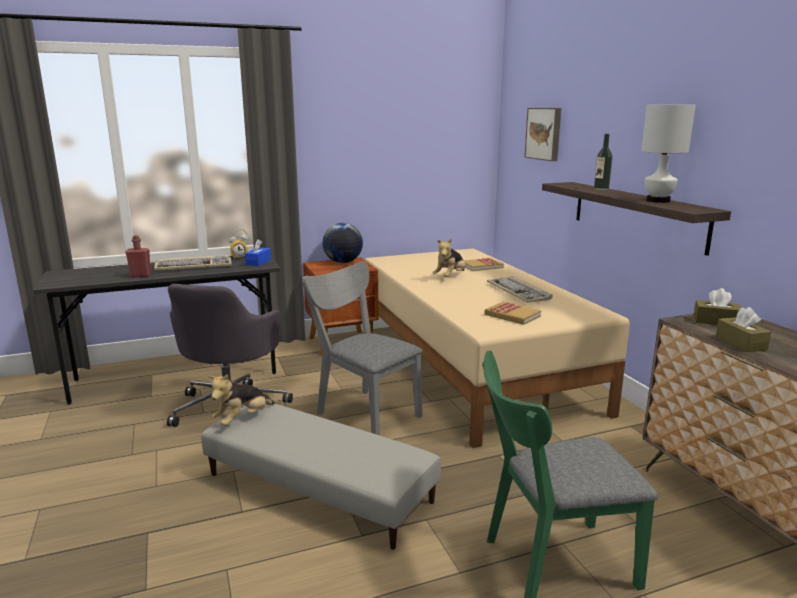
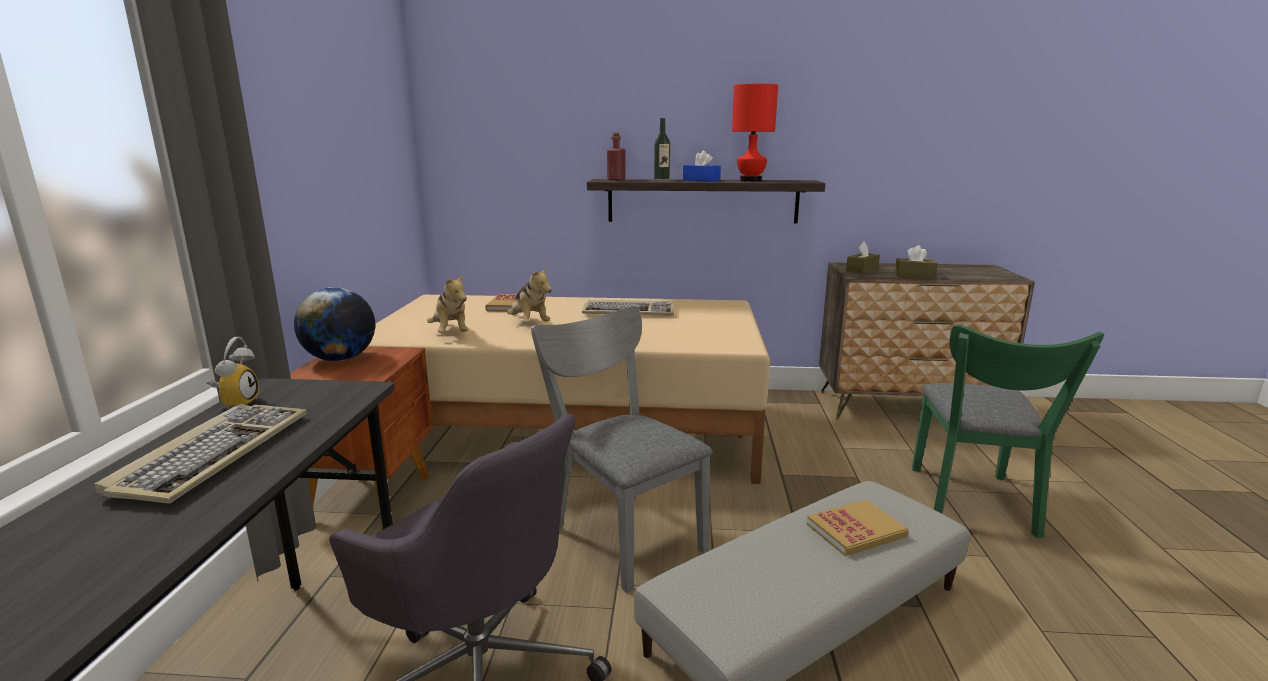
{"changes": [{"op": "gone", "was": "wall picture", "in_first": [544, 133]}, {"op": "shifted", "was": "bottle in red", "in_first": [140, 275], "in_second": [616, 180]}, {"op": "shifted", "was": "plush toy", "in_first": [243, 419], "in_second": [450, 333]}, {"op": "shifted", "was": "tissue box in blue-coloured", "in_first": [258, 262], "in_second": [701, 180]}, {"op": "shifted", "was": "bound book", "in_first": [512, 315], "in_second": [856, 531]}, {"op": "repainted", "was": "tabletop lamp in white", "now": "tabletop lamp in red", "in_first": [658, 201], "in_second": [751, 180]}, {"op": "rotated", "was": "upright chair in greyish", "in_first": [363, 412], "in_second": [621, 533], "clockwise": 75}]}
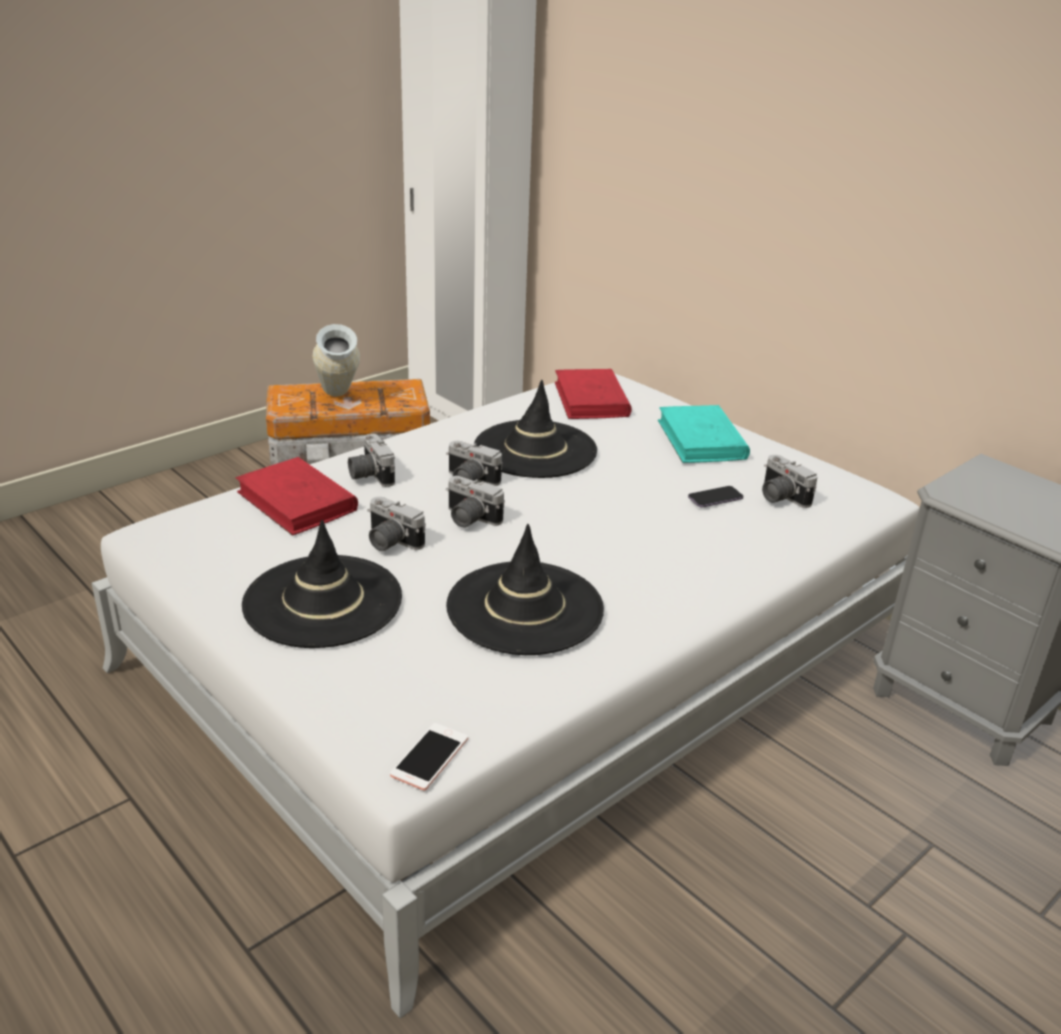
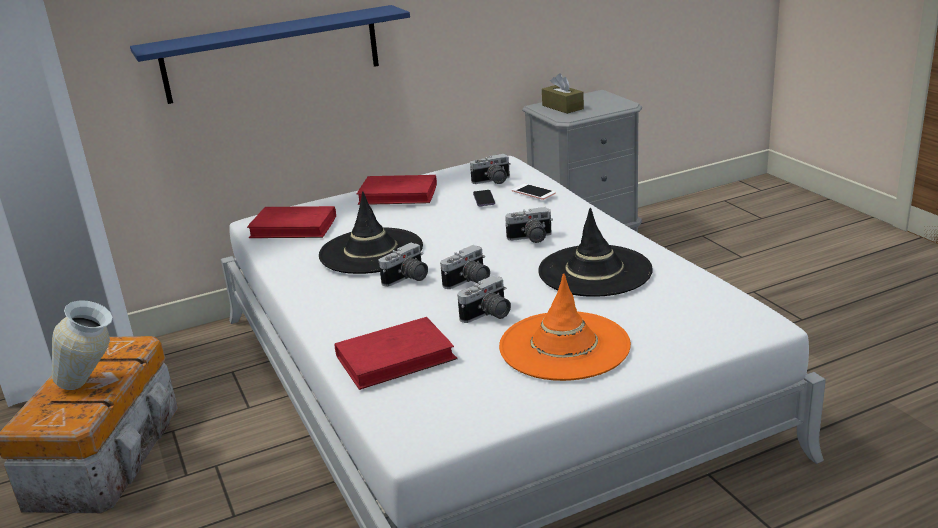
{"changes": [{"op": "new", "now": "bracket shelf in blue-coloured", "in_second": [272, 54]}, {"op": "new", "now": "tissue box in brownish", "in_second": [562, 107]}, {"op": "shifted", "was": "still camera", "in_first": [369, 475], "in_second": [530, 239]}, {"op": "shifted", "was": "telephone", "in_first": [430, 757], "in_second": [533, 192]}, {"op": "repainted", "was": "wearable hat in black", "now": "wearable hat in orangey", "in_first": [323, 601], "in_second": [564, 346]}, {"op": "repainted", "was": "bound book in blue-green", "now": "bound book in red", "in_first": [701, 440], "in_second": [398, 194]}]}
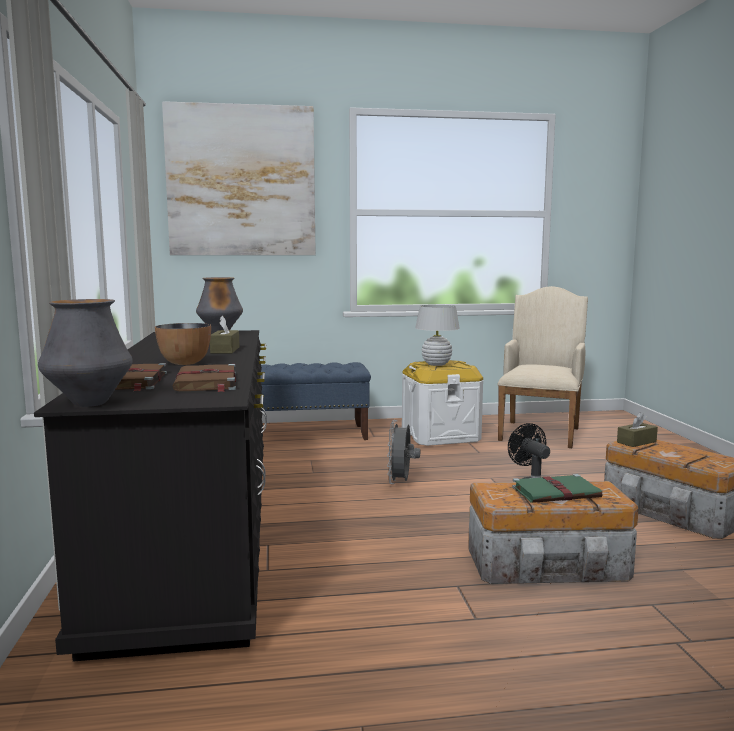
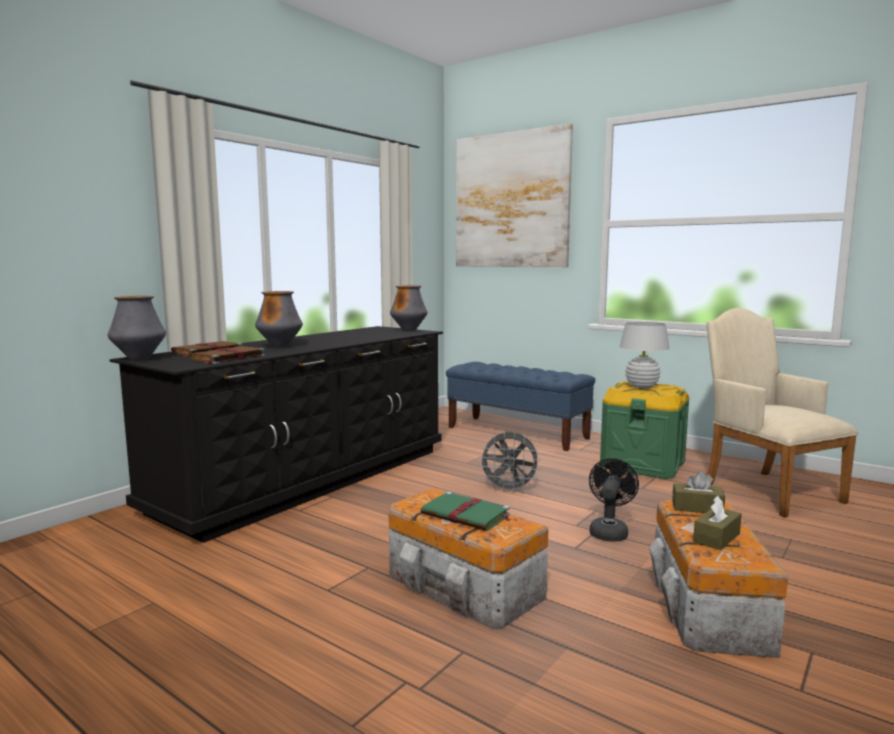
{"changes": [{"op": "shifted", "was": "tissue box in brownish", "in_first": [225, 350], "in_second": [716, 538]}, {"op": "swapped", "was": "bowl", "now": "vase", "in_first": [185, 363], "in_second": [280, 346]}, {"op": "repainted", "was": "storage bin in white", "now": "storage bin in green-coloured", "in_first": [440, 435], "in_second": [642, 464]}, {"op": "rotated", "was": "cooling fan in greyish", "in_first": [401, 482], "in_second": [509, 489], "clockwise": -135}, {"op": "rotated", "was": "easy chair in beige-coloured", "in_first": [540, 432], "in_second": [766, 490], "clockwise": -90}]}
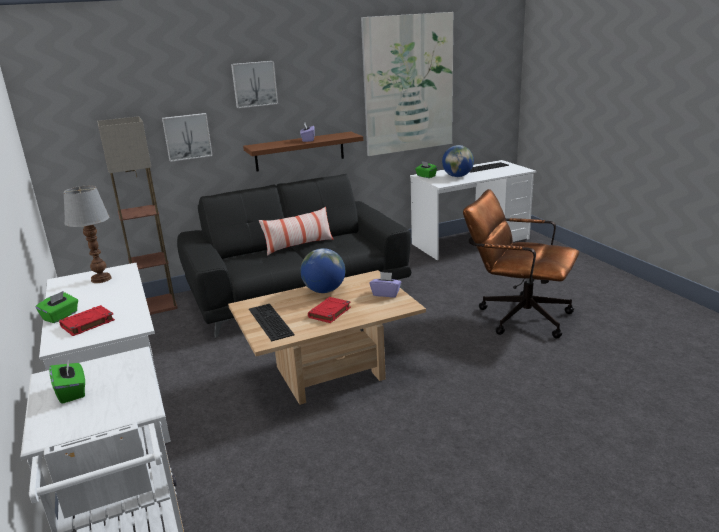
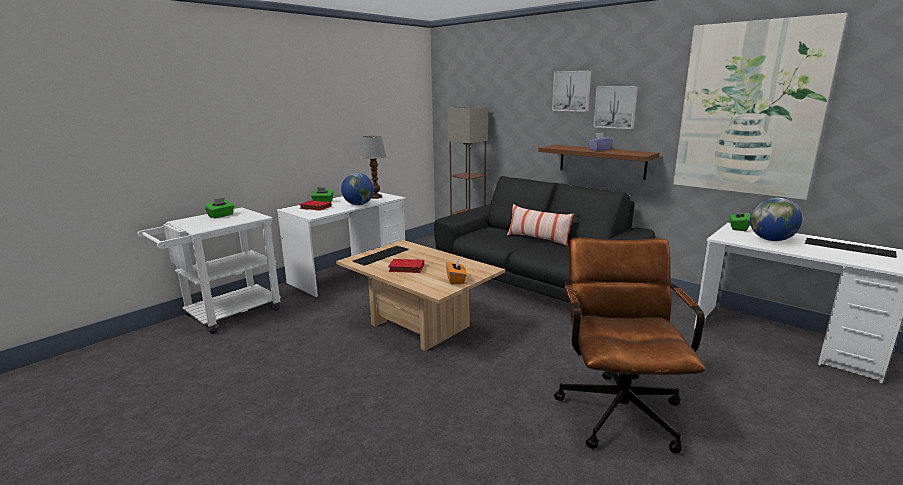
{"changes": [{"op": "shifted", "was": "wall picture", "in_first": [187, 136], "in_second": [615, 107]}, {"op": "shifted", "was": "world globe", "in_first": [324, 291], "in_second": [358, 204]}, {"op": "repainted", "was": "tissue box in purplish", "now": "tissue box in orangey", "in_first": [386, 294], "in_second": [456, 280]}]}
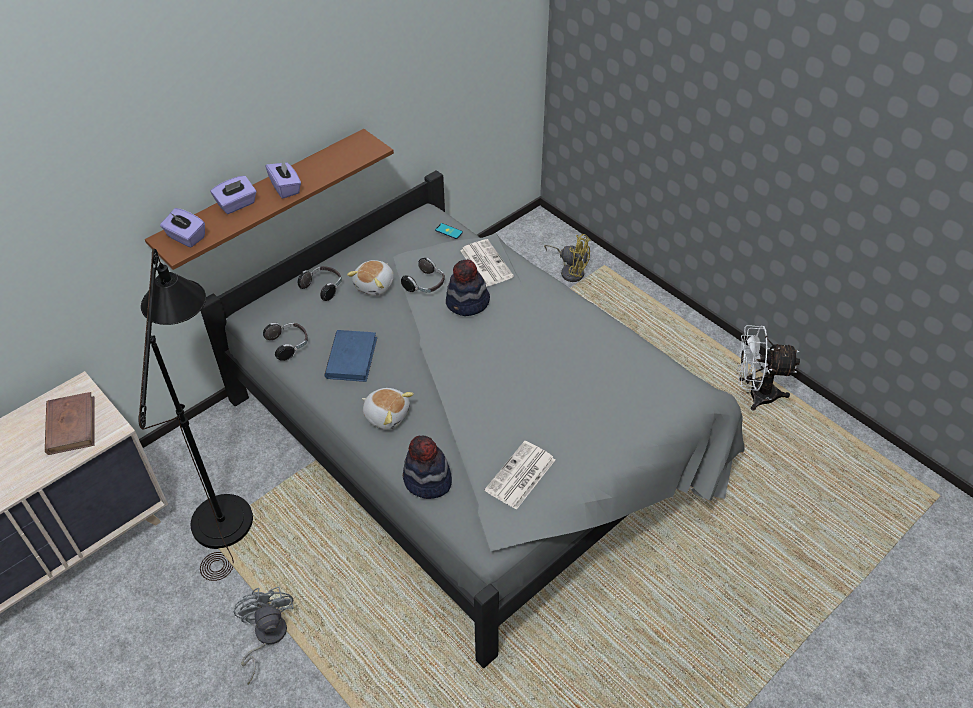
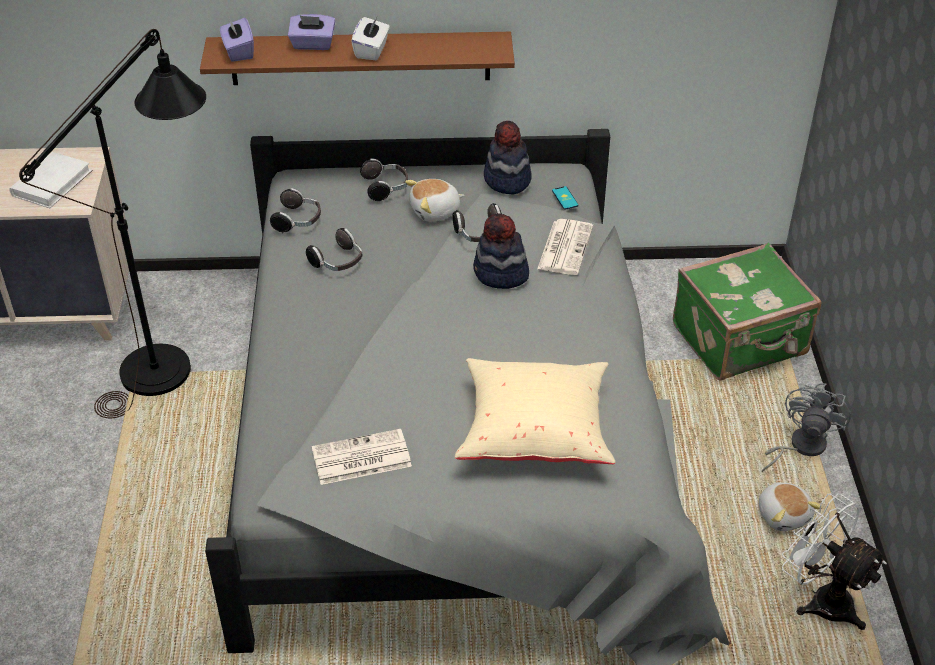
{"changes": [{"op": "new", "now": "cushion in beige-coloured", "in_second": [534, 430]}, {"op": "shifted", "was": "cooling fan in greyish", "in_first": [266, 637], "in_second": [800, 446]}, {"op": "shifted", "was": "plush toy", "in_first": [387, 415], "in_second": [783, 514]}, {"op": "shifted", "was": "wearable hat", "in_first": [427, 480], "in_second": [507, 180]}, {"op": "swapped", "was": "bound book in blue-coloured", "now": "pair of headphones", "in_first": [351, 358], "in_second": [338, 263]}, {"op": "swapped", "was": "cooling fan in yellow-coloured", "now": "suitcase in green-coloured", "in_first": [570, 271], "in_second": [740, 341]}, {"op": "repainted", "was": "bound book in brownish", "now": "bound book in white", "in_first": [71, 425], "in_second": [52, 183]}, {"op": "repainted", "was": "tissue box in purplish", "now": "tissue box in white", "in_first": [286, 188], "in_second": [371, 50]}]}
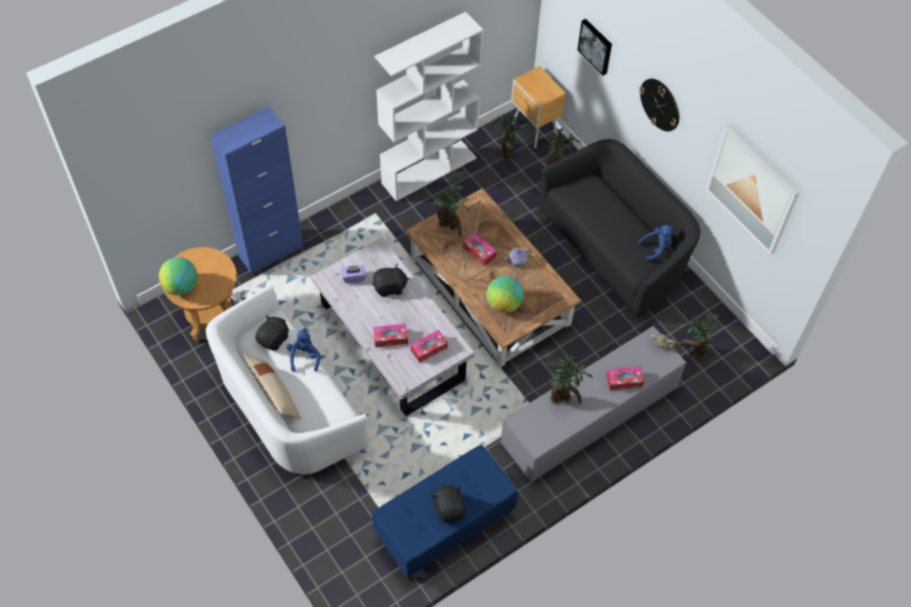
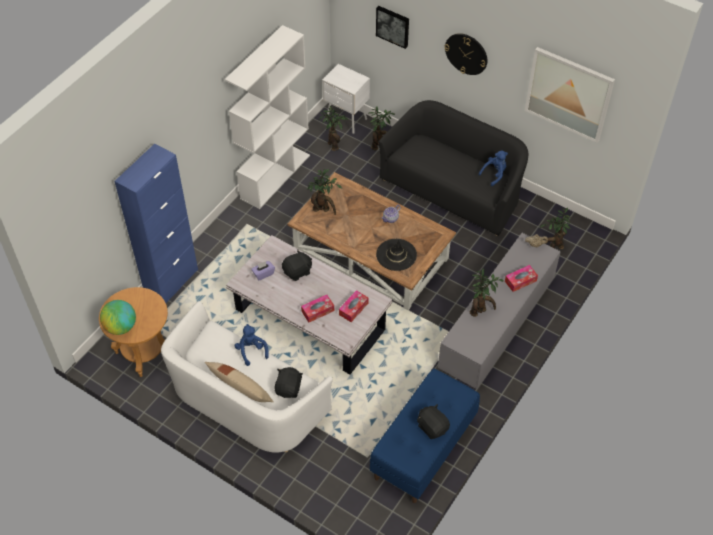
{"changes": [{"op": "gone", "was": "tissue box", "in_first": [479, 252]}, {"op": "shifted", "was": "plush toy in black", "in_first": [274, 339], "in_second": [289, 388]}, {"op": "swapped", "was": "world globe", "now": "wearable hat in black", "in_first": [504, 304], "in_second": [396, 255]}, {"op": "repainted", "was": "nightstand in brownish", "now": "nightstand in white", "in_first": [534, 130], "in_second": [346, 120]}]}
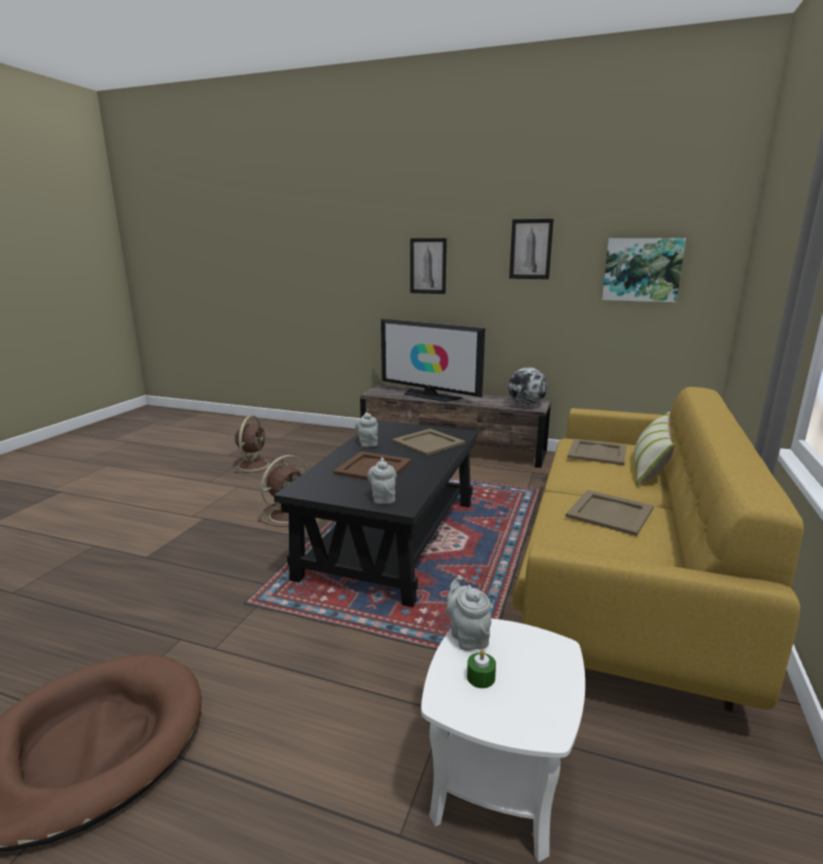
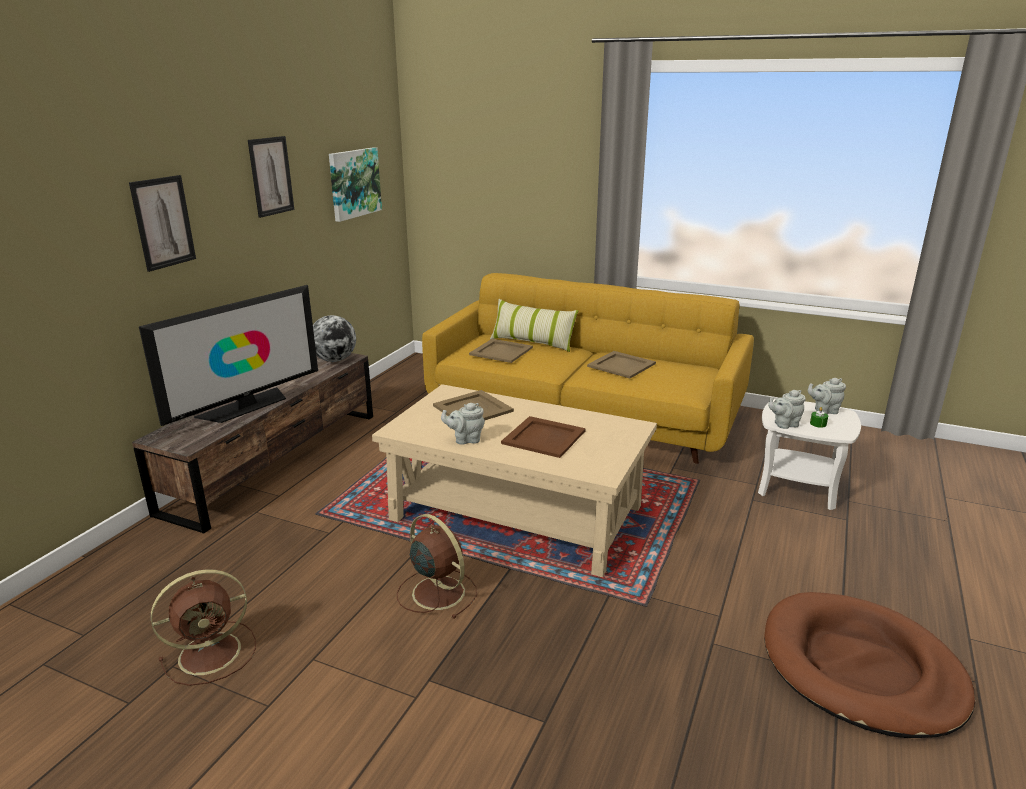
{"changes": [{"op": "shifted", "was": "tea pot in greyish", "in_first": [383, 498], "in_second": [824, 411]}, {"op": "repainted", "was": "lounge table in black", "now": "lounge table in beige-coloured", "in_first": [392, 538], "in_second": [517, 513]}, {"op": "rotated", "was": "cooling fan in brownish", "in_first": [254, 464], "in_second": [213, 652], "clockwise": 135}]}
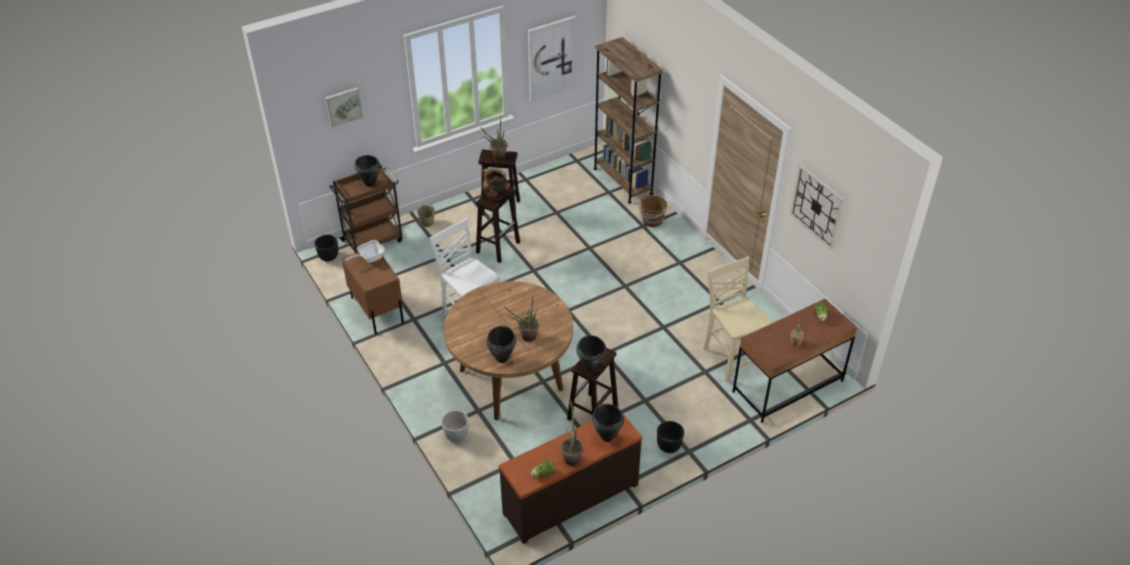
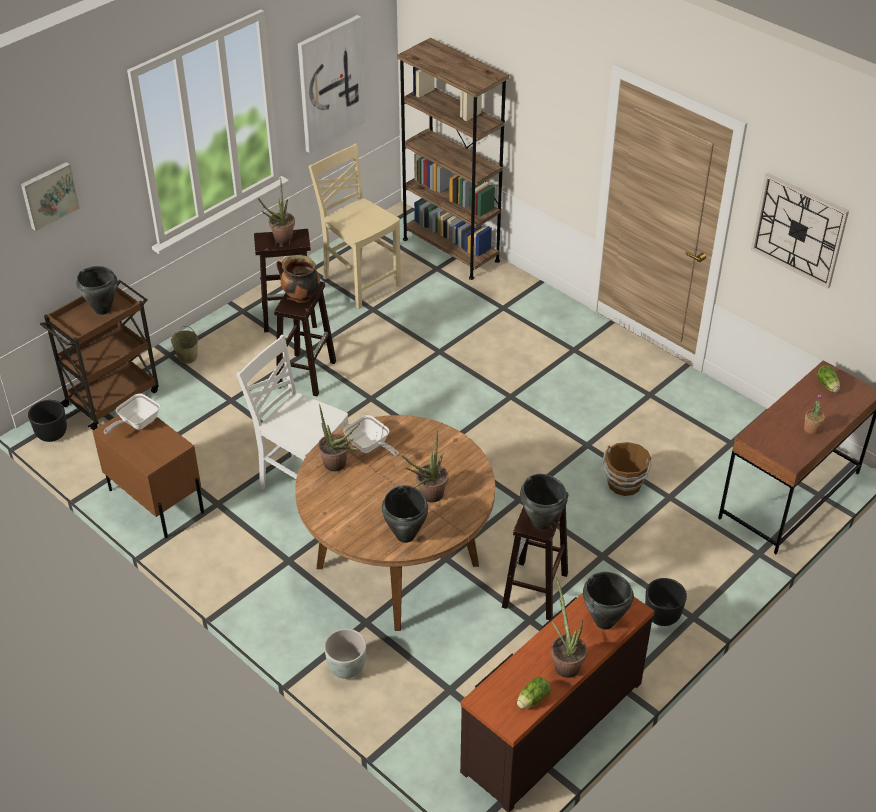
{"changes": [{"op": "new", "now": "plant in a pot", "in_second": [338, 466]}, {"op": "new", "now": "skillet", "in_second": [370, 447]}, {"op": "shifted", "was": "pail in brownish", "in_first": [652, 221], "in_second": [624, 484]}, {"op": "shifted", "was": "upright chair in beige-coloured", "in_first": [731, 358], "in_second": [359, 282]}]}
